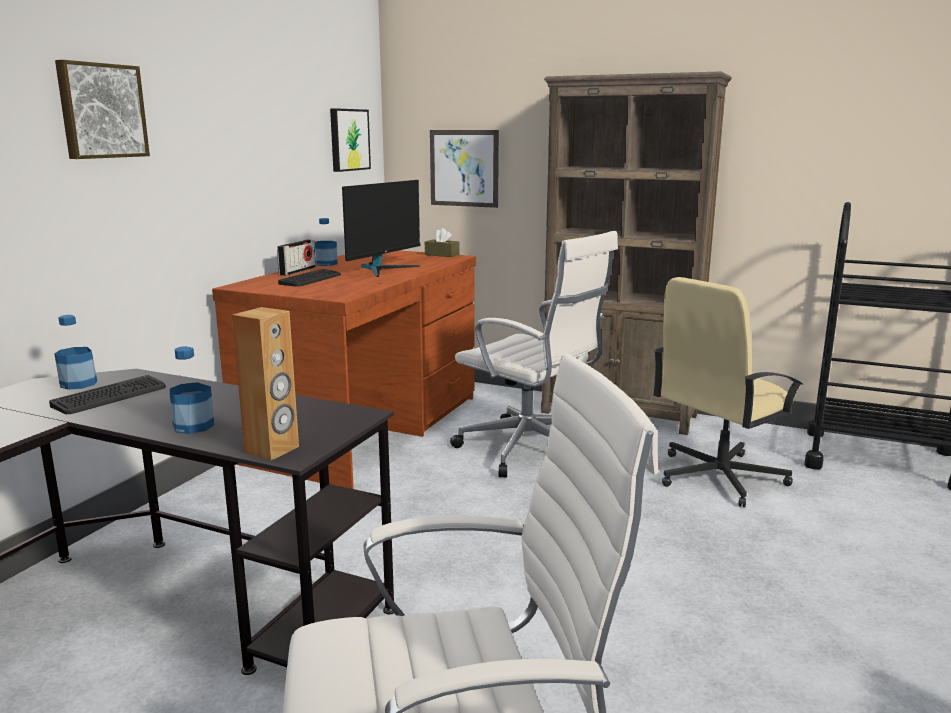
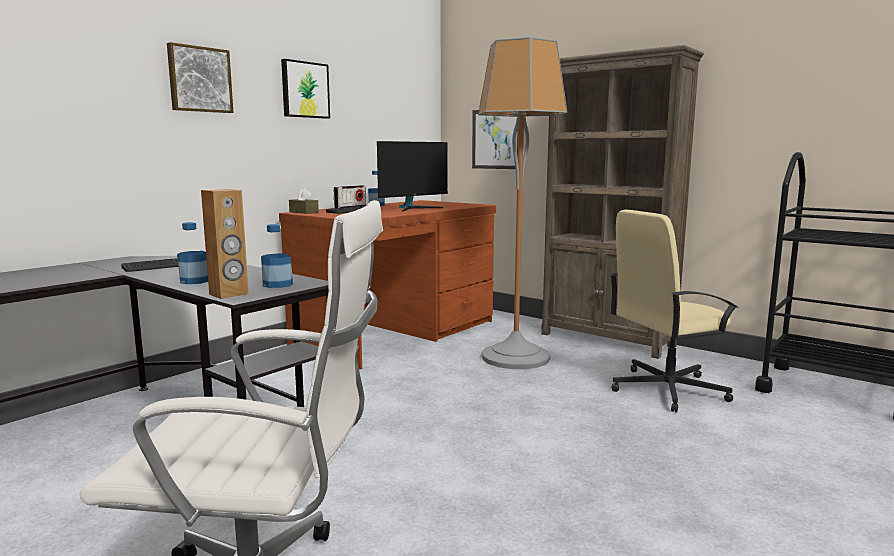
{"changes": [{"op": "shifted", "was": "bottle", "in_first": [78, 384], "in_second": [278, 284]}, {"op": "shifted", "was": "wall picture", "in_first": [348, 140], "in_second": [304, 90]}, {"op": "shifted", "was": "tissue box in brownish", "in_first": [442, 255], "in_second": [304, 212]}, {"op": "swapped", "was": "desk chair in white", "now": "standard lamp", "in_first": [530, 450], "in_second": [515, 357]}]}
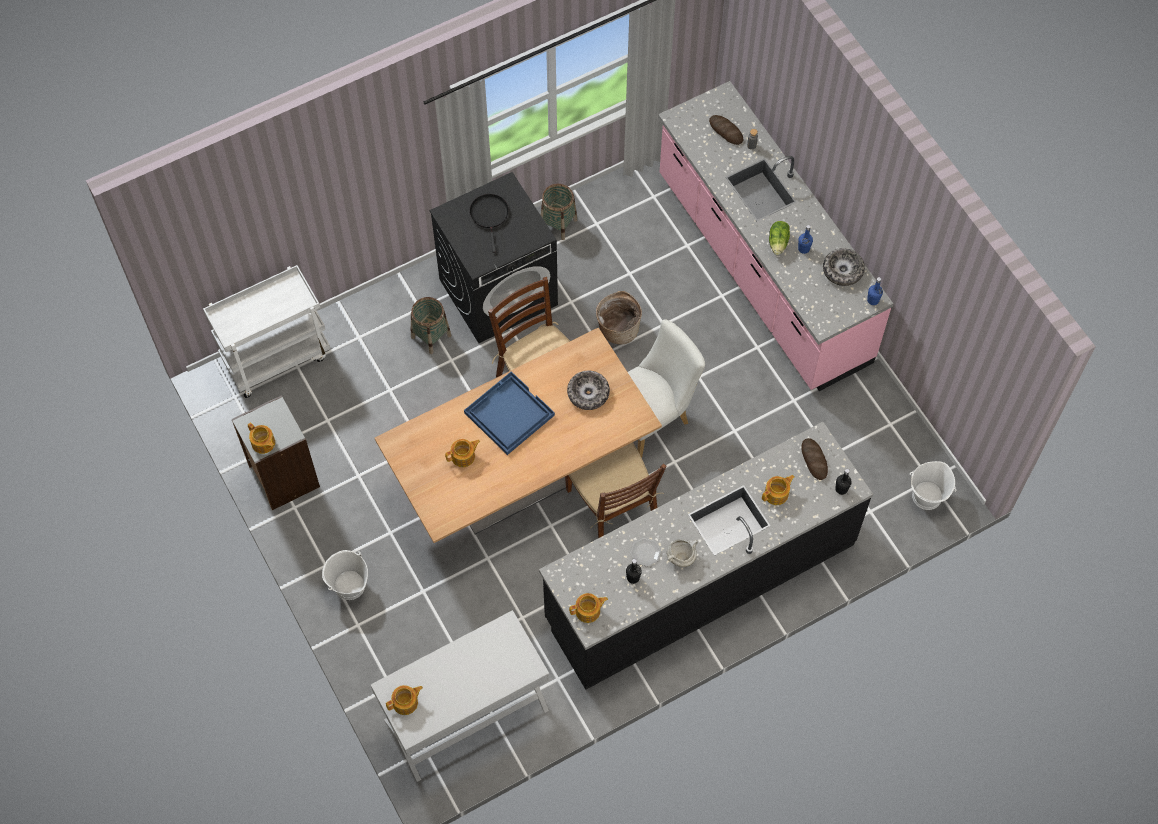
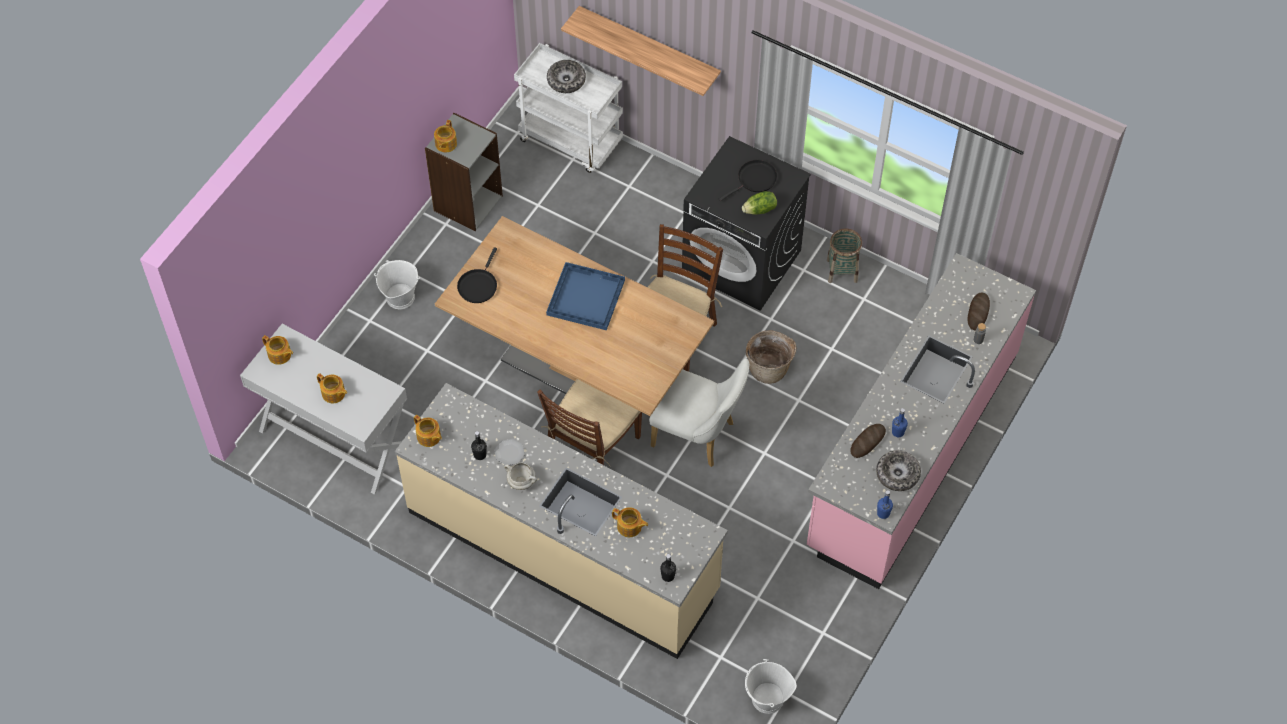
{"changes": [{"op": "gone", "was": "storage basket", "in_first": [431, 336]}, {"op": "new", "now": "skillet in black", "in_second": [478, 285]}, {"op": "new", "now": "bracket shelf", "in_second": [649, 48]}, {"op": "shifted", "was": "tea pot", "in_first": [463, 456], "in_second": [333, 394]}, {"op": "shifted", "was": "bowl", "in_first": [588, 393], "in_second": [566, 80]}, {"op": "shifted", "was": "lettuce", "in_first": [778, 242], "in_second": [760, 210]}, {"op": "shifted", "was": "baked bread", "in_first": [814, 460], "in_second": [867, 442]}, {"op": "repainted", "was": "kitchen base unit in black", "now": "kitchen base unit in beige-coloured", "in_first": [700, 581], "in_second": [563, 550]}]}
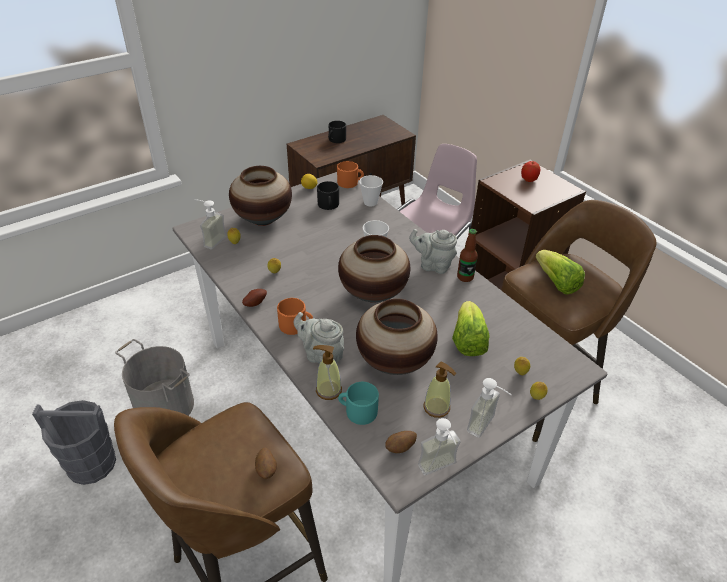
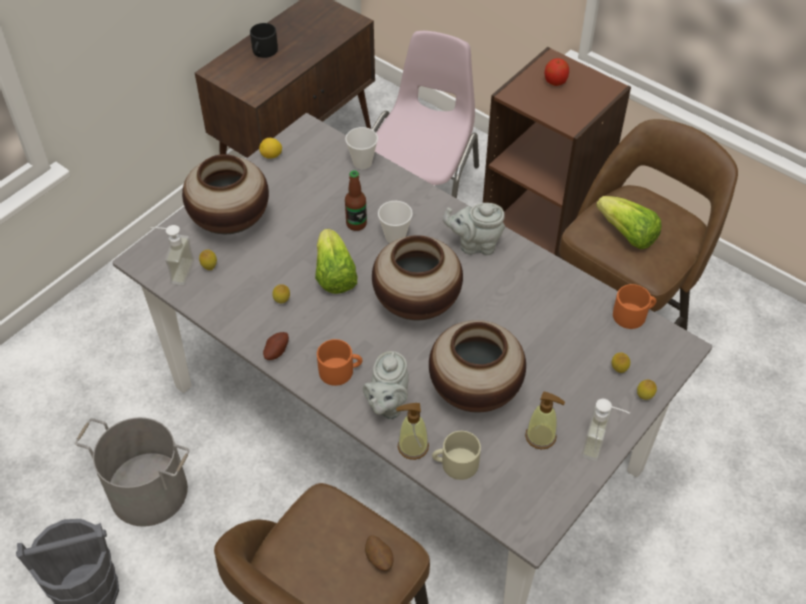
{"changes": [{"op": "gone", "was": "coffee mug in black", "in_first": [328, 205]}, {"op": "gone", "was": "whole potato", "in_first": [400, 448]}, {"op": "gone", "was": "soap bottle", "in_first": [440, 470]}, {"op": "shifted", "was": "coffee mug in orangey", "in_first": [350, 182], "in_second": [633, 315]}, {"op": "shifted", "was": "lettuce", "in_first": [468, 341], "in_second": [334, 275]}, {"op": "shifted", "was": "bottle", "in_first": [465, 277], "in_second": [356, 224]}, {"op": "repainted", "was": "coffee mug in blue-green", "now": "coffee mug in beige-coloured", "in_first": [357, 411], "in_second": [455, 463]}, {"op": "rotated", "was": "tea pot in greyish", "in_first": [321, 356], "in_second": [387, 404], "clockwise": -90}]}
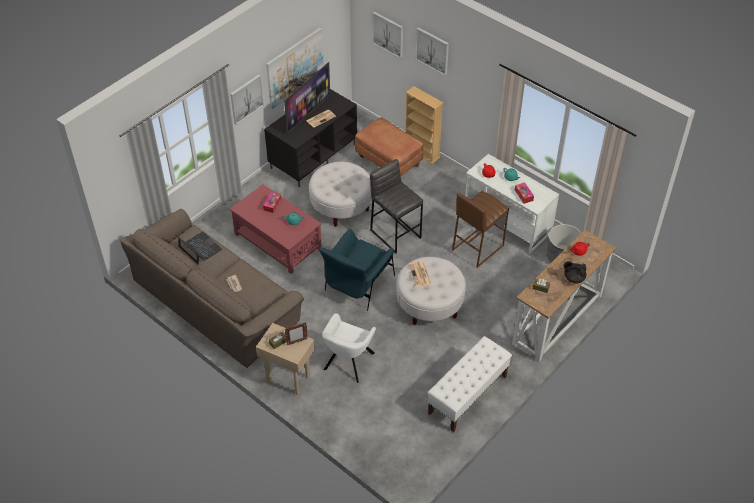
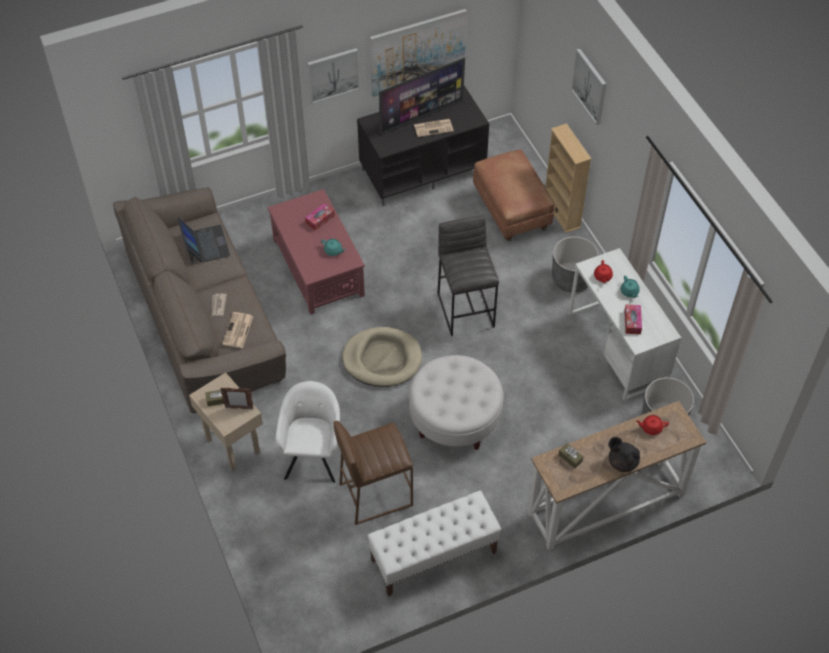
{"changes": [{"op": "gone", "was": "ottoman in white", "in_first": [341, 206]}, {"op": "gone", "was": "wall picture", "in_first": [388, 34]}, {"op": "new", "now": "planter in greyish", "in_second": [571, 279]}, {"op": "shifted", "was": "daily paper", "in_first": [420, 274], "in_second": [238, 331]}, {"op": "shifted", "was": "sitting stool in brownish", "in_first": [477, 247], "in_second": [375, 494]}, {"op": "swapped", "was": "easy chair in blue-coloured", "now": "dog cushion in beige-coloured", "in_first": [358, 284], "in_second": [382, 359]}, {"op": "rotated", "was": "easy chair in white", "in_first": [348, 363], "in_second": [313, 455], "clockwise": 135}]}
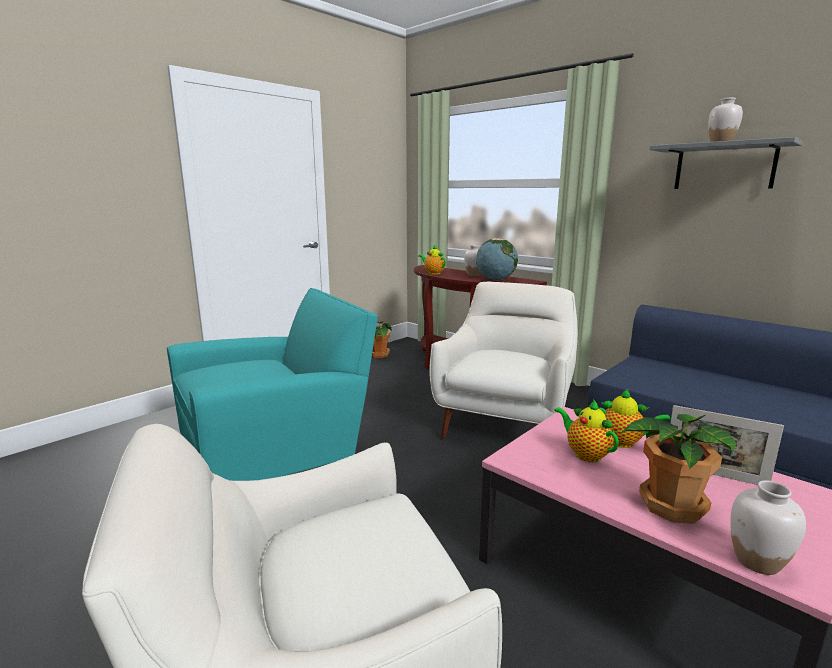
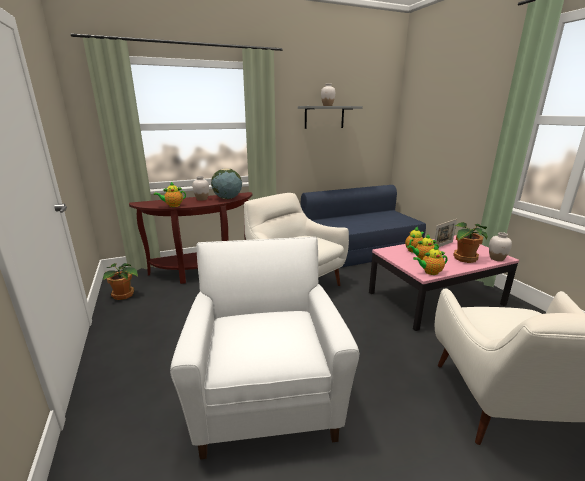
{"changes": [{"op": "new", "now": "tea pot", "in_second": [430, 272]}, {"op": "repainted", "was": "easy chair in blue-green", "now": "easy chair in white", "in_first": [278, 457], "in_second": [265, 389]}]}
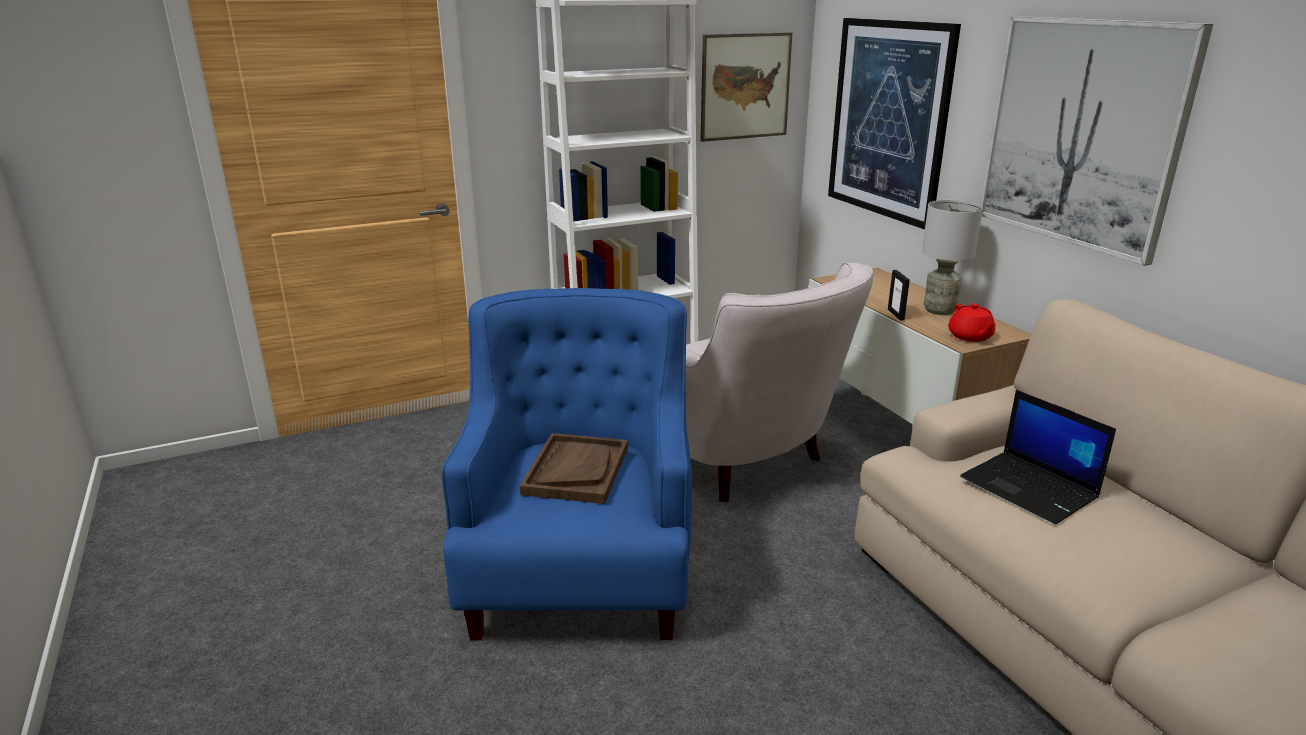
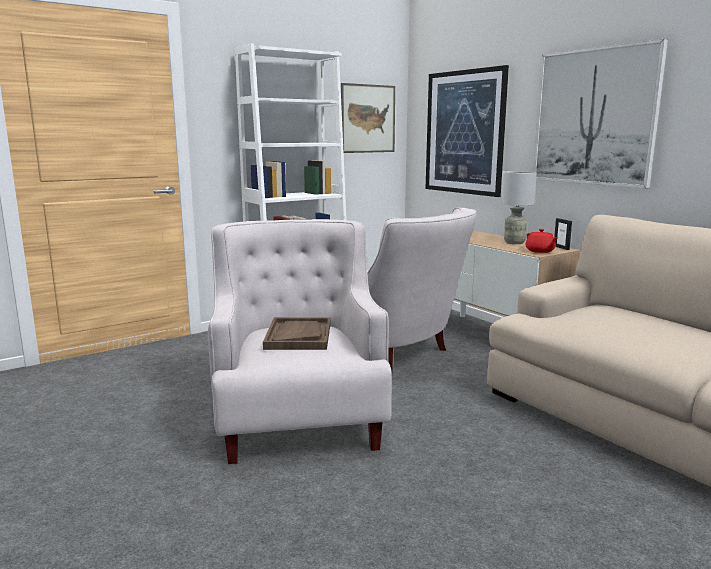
{"changes": [{"op": "gone", "was": "notebook computer", "in_first": [1030, 488]}, {"op": "shifted", "was": "photo frame", "in_first": [896, 314], "in_second": [561, 248]}, {"op": "repainted", "was": "easy chair in blue-coloured", "now": "easy chair in white", "in_first": [580, 566], "in_second": [298, 416]}]}
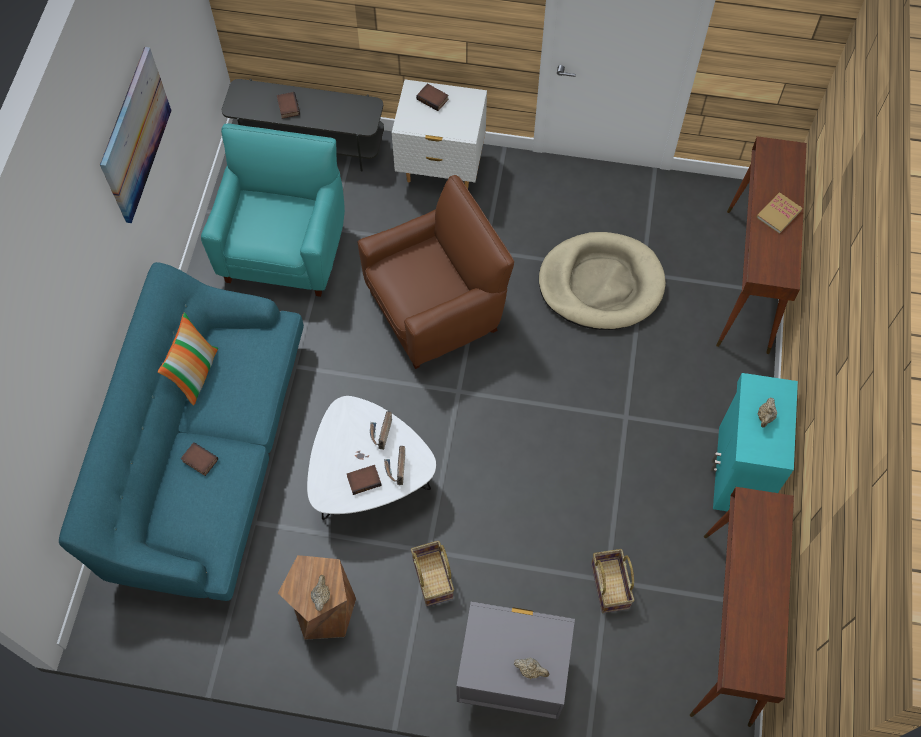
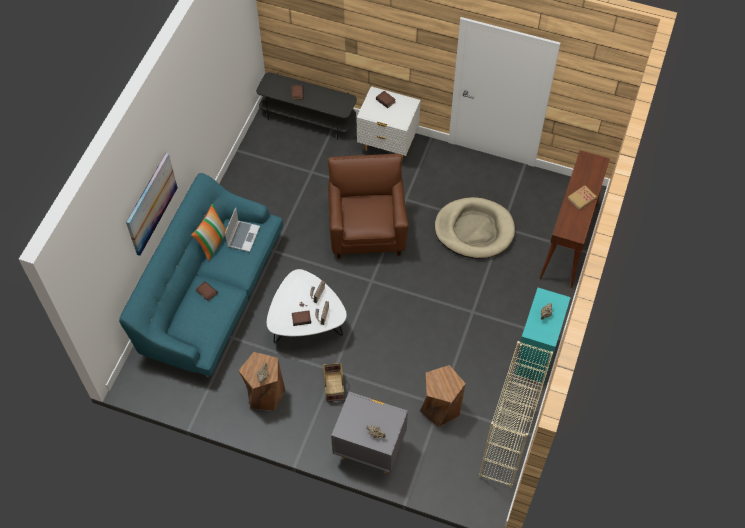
{"changes": [{"op": "gone", "was": "easy chair in blue-green", "in_first": [285, 249]}, {"op": "new", "now": "notebook computer", "in_second": [243, 236]}, {"op": "shifted", "was": "wall picture", "in_first": [135, 135], "in_second": [151, 203]}, {"op": "swapped", "was": "storage basket", "now": "sitting stool in brownish", "in_first": [608, 585], "in_second": [440, 408]}, {"op": "swapped", "was": "console table in brownish", "now": "bookcase in beige-coloured", "in_first": [726, 628], "in_second": [507, 444]}, {"op": "rotated", "was": "easy chair in brownish", "in_first": [436, 310], "in_second": [367, 230], "clockwise": -75}]}
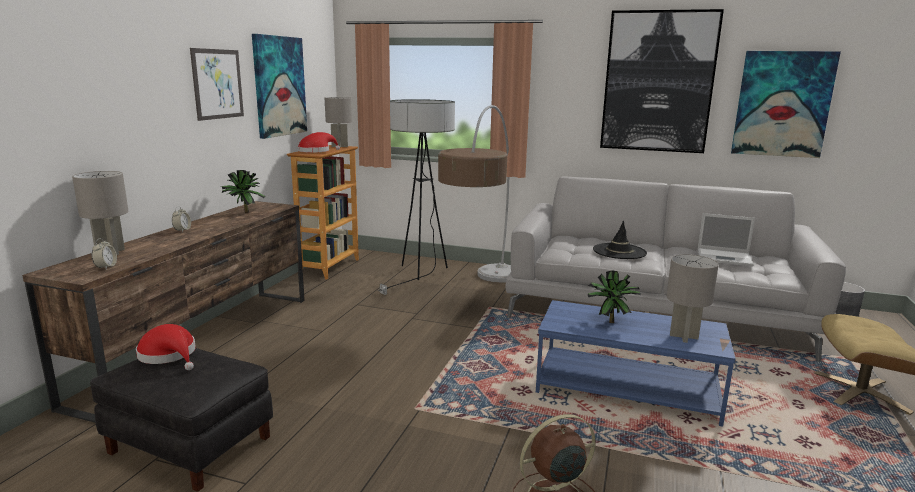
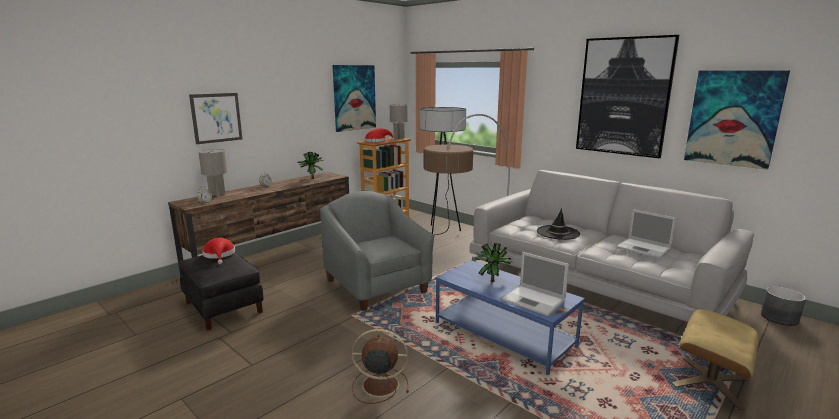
{"changes": [{"op": "new", "now": "easy chair in greyish", "in_second": [377, 286]}, {"op": "shifted", "was": "wall picture", "in_first": [217, 84], "in_second": [216, 118]}, {"op": "swapped", "was": "tabletop lamp in greyish", "now": "notebook computer", "in_first": [684, 336], "in_second": [534, 300]}]}
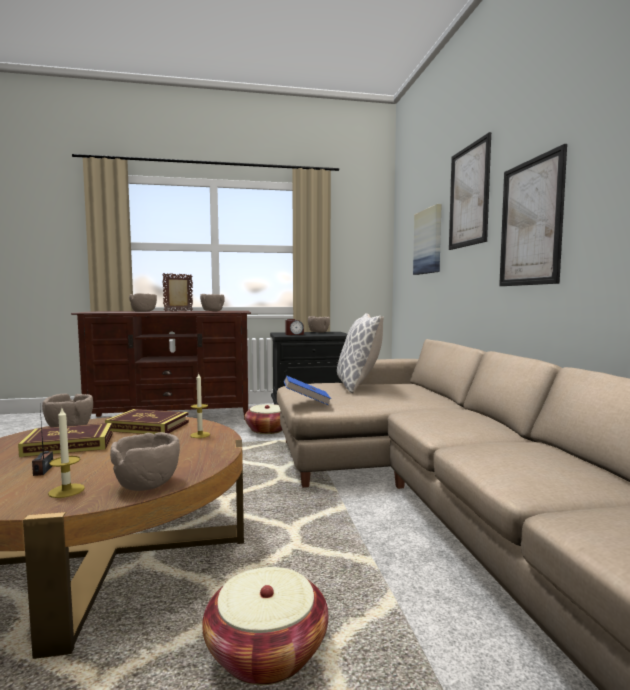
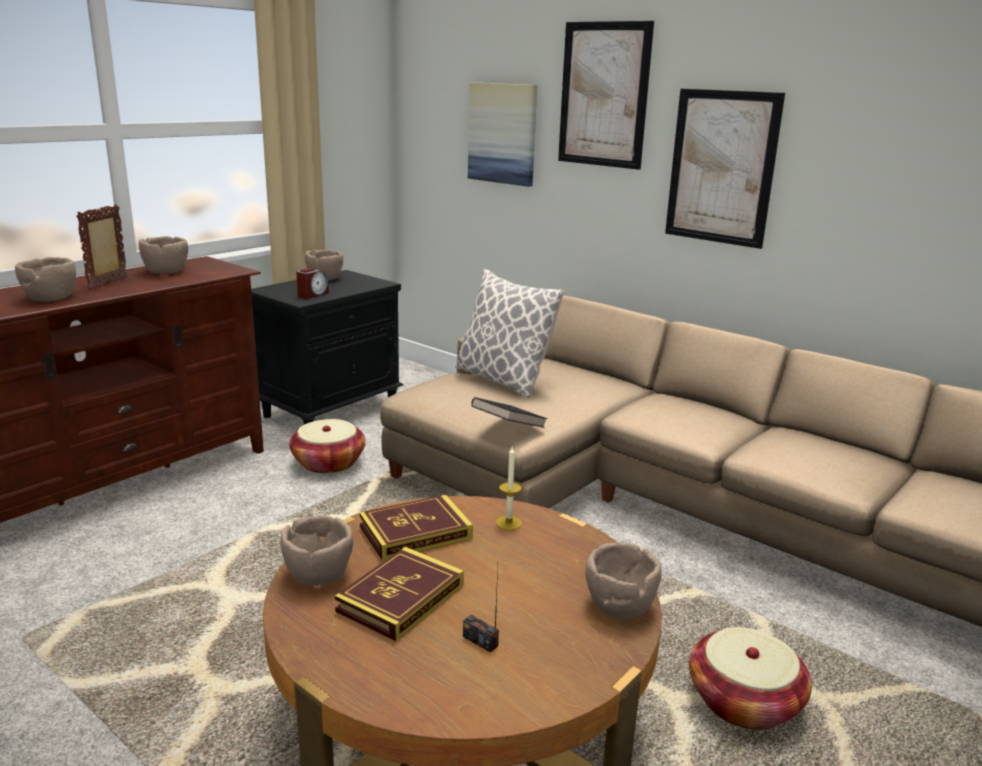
{"changes": [{"op": "gone", "was": "candle", "in_first": [66, 491]}, {"op": "repainted", "was": "bound book in blue-coloured", "now": "bound book in black", "in_first": [306, 402], "in_second": [508, 428]}]}
